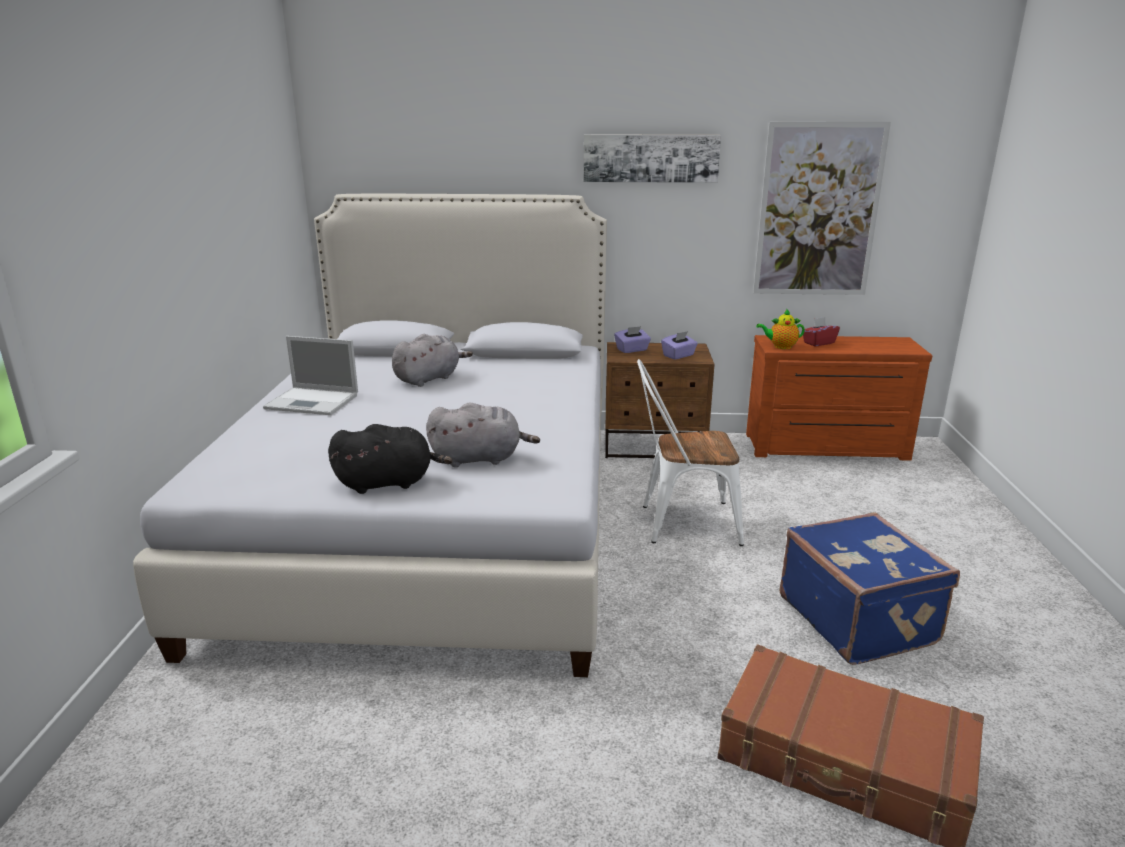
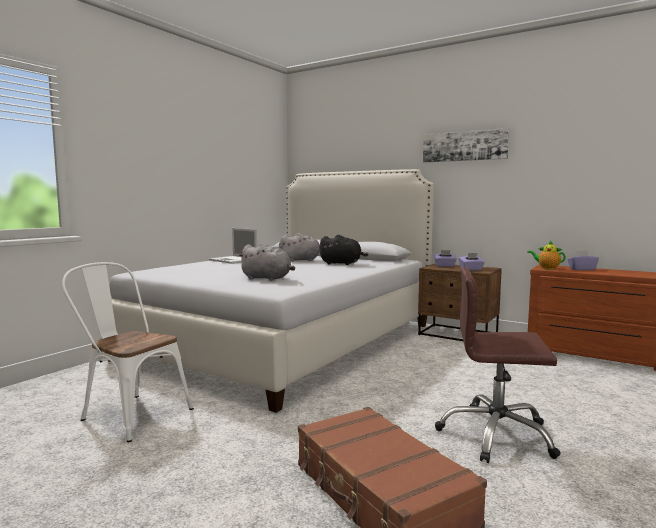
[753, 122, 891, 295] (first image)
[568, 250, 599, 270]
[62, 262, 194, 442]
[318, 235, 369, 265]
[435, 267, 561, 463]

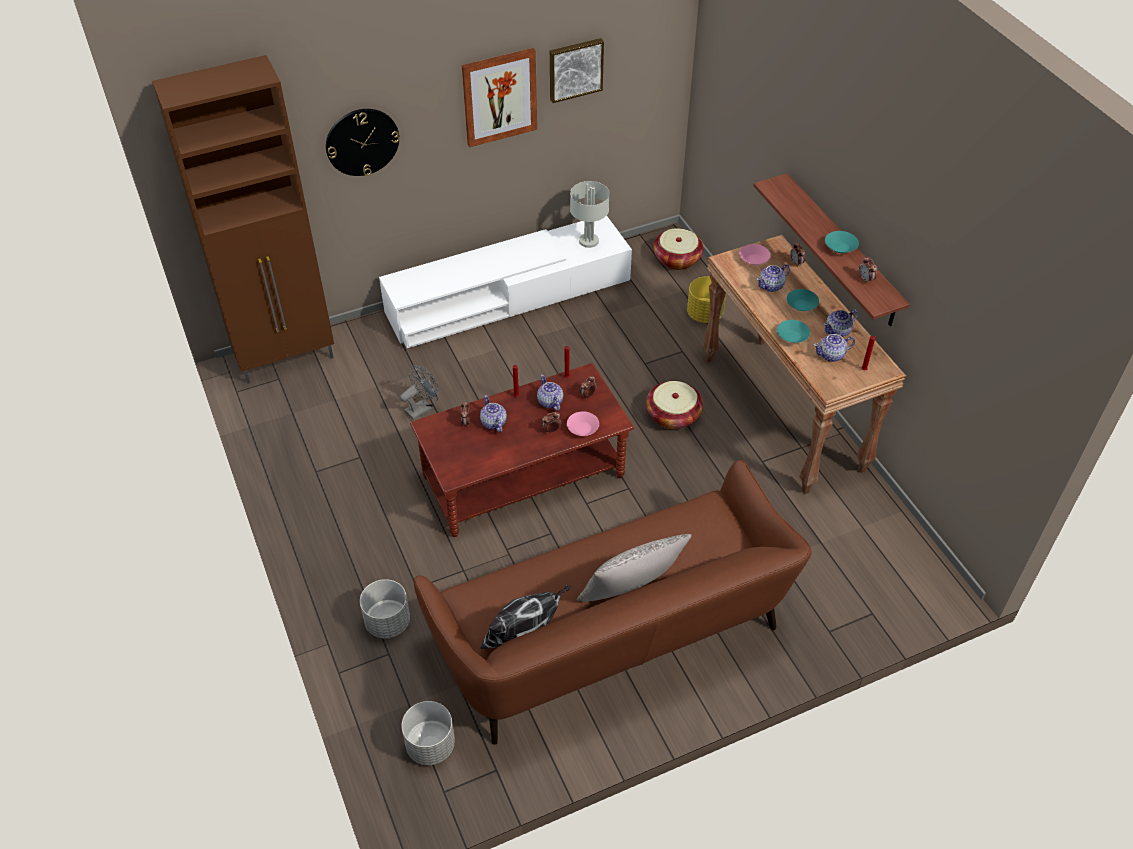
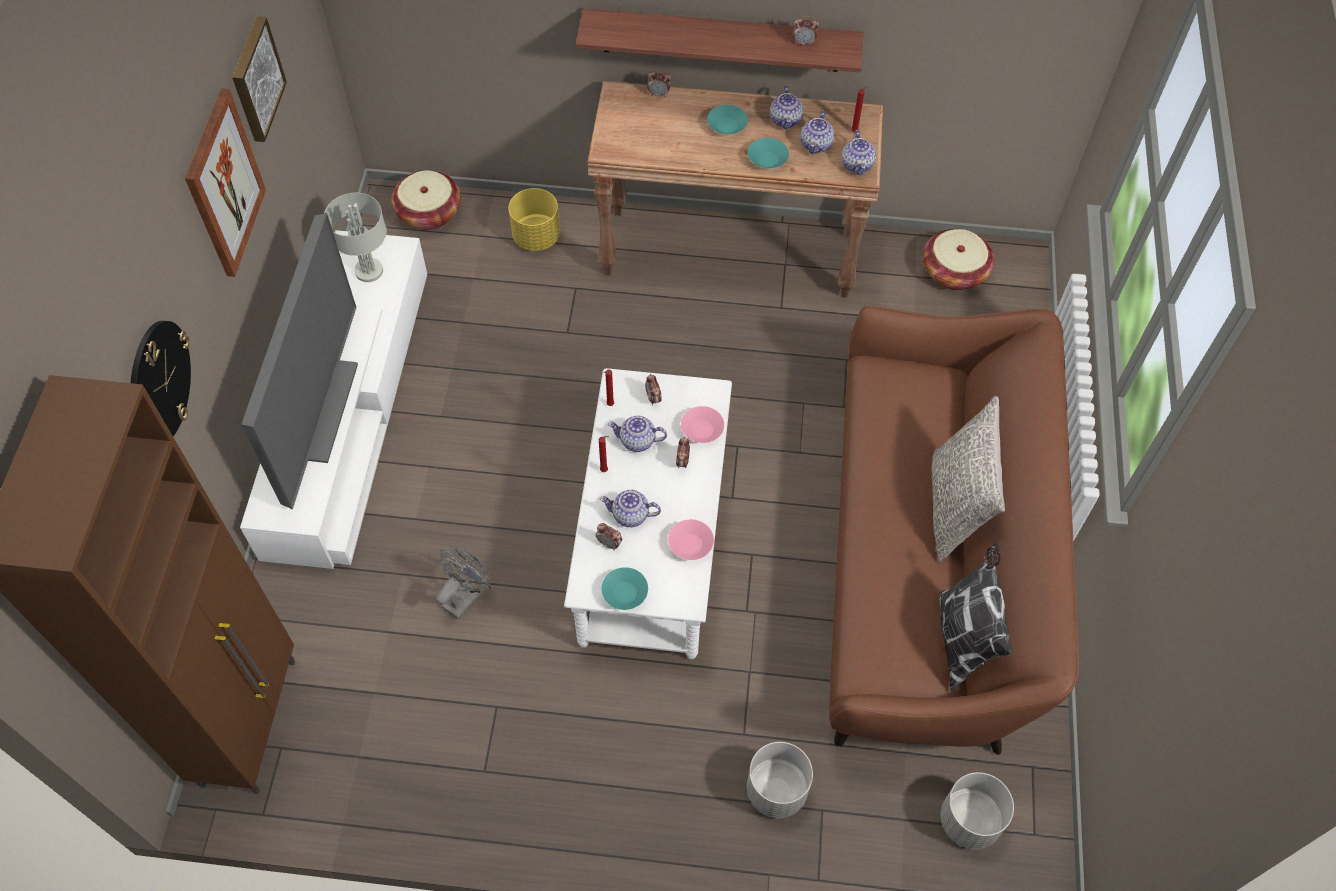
[601, 567, 648, 610]
[668, 519, 714, 560]
[842, 130, 876, 175]
[564, 368, 732, 659]
[436, 548, 491, 619]
[923, 229, 994, 290]
[241, 213, 358, 509]

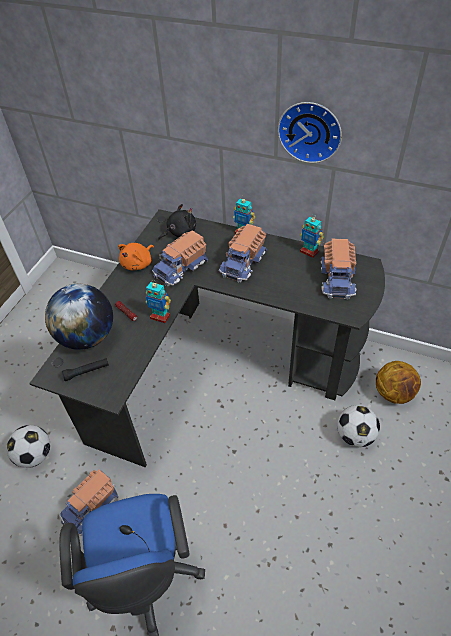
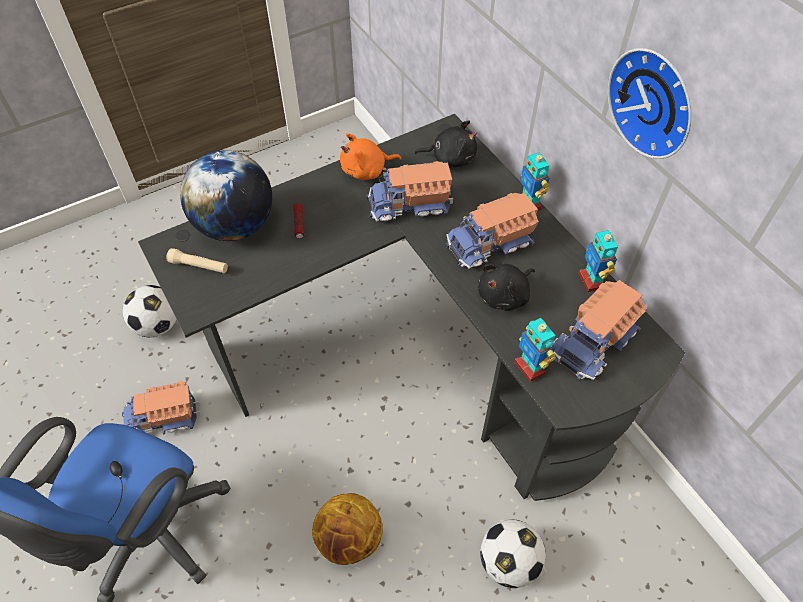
[514, 318, 556, 382]
[166, 248, 228, 273]
[312, 493, 383, 565]
[478, 264, 535, 311]

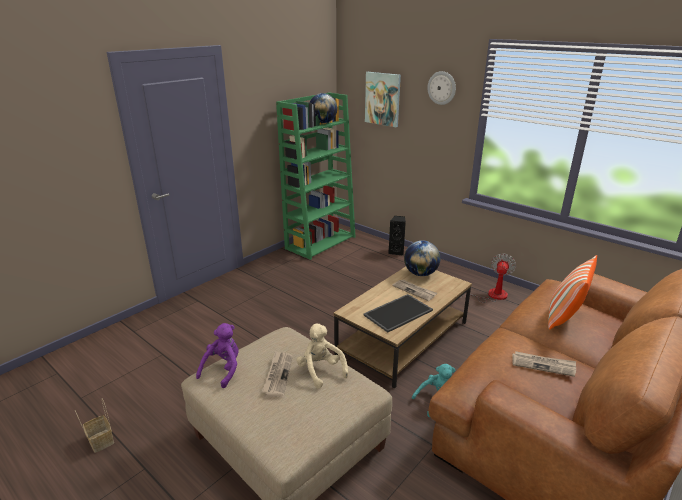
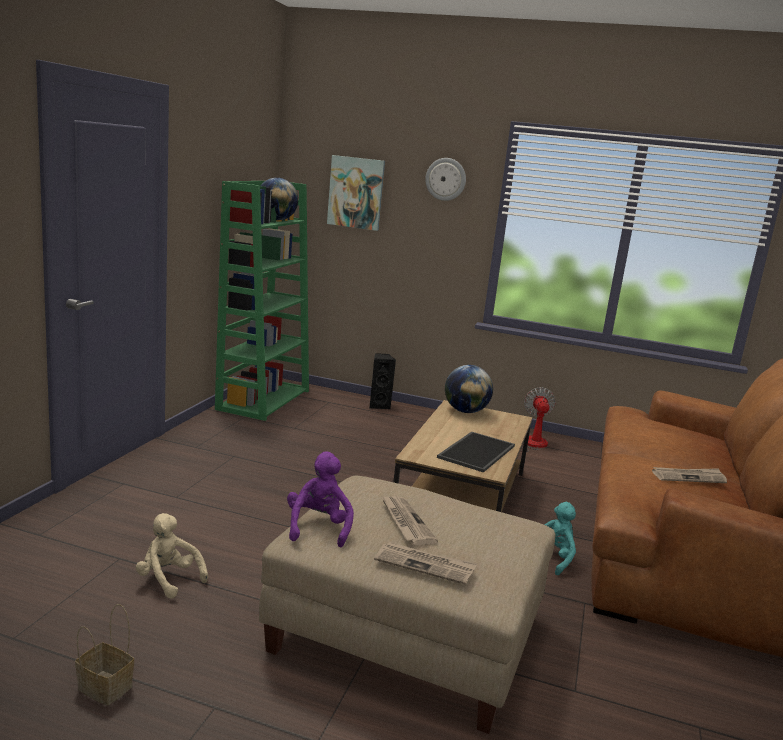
[548, 255, 597, 330] (first image)
[374, 542, 477, 585]
[136, 513, 208, 599]

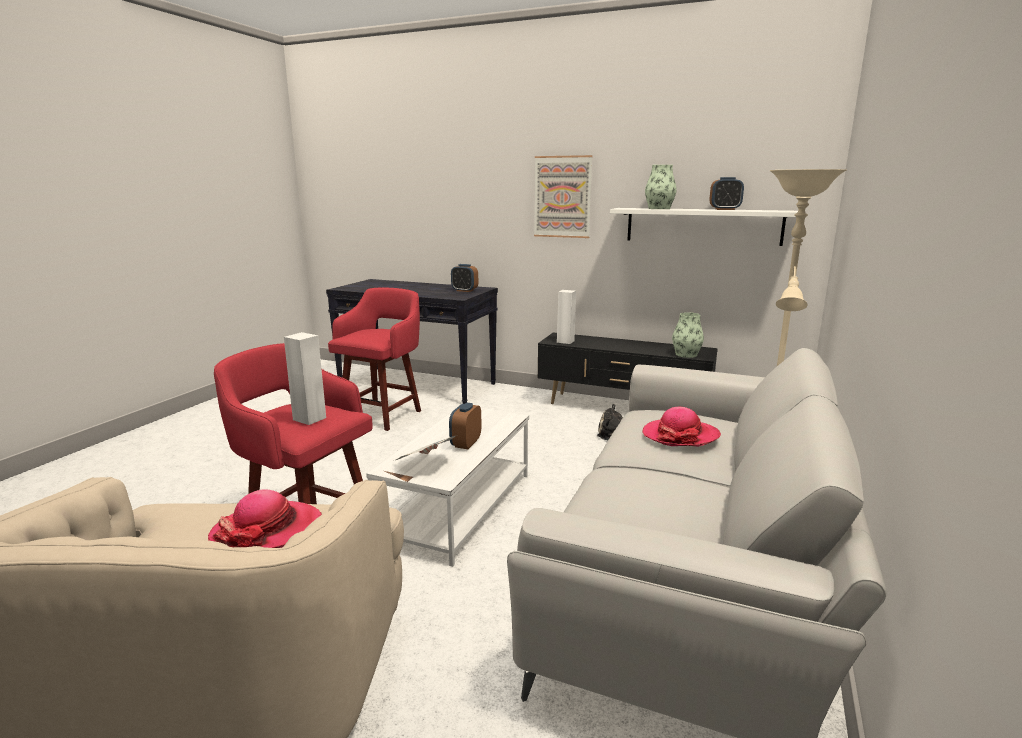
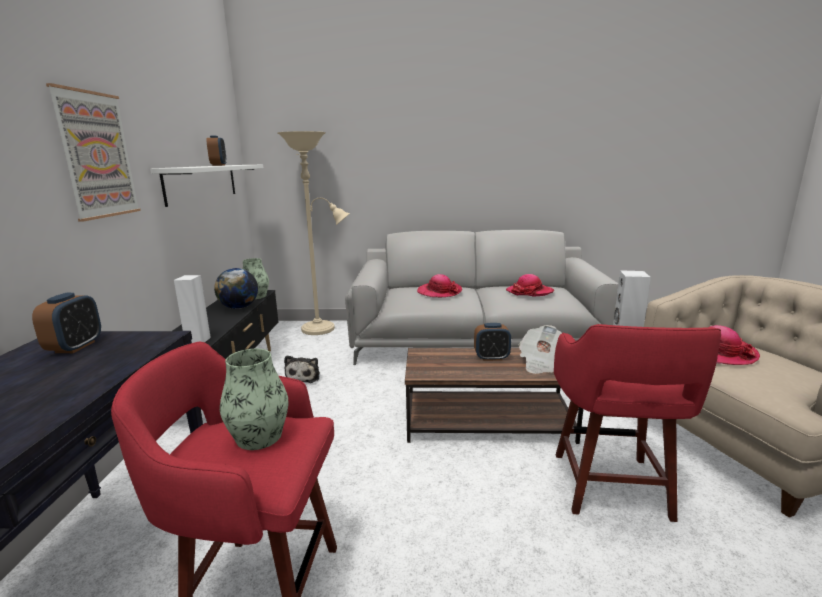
[220, 349, 289, 450]
[405, 348, 583, 444]
[214, 268, 258, 309]
[506, 274, 554, 296]

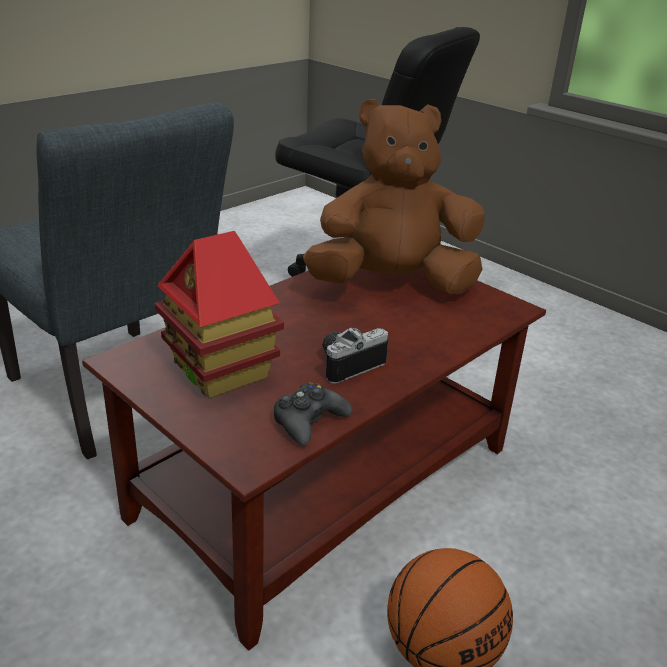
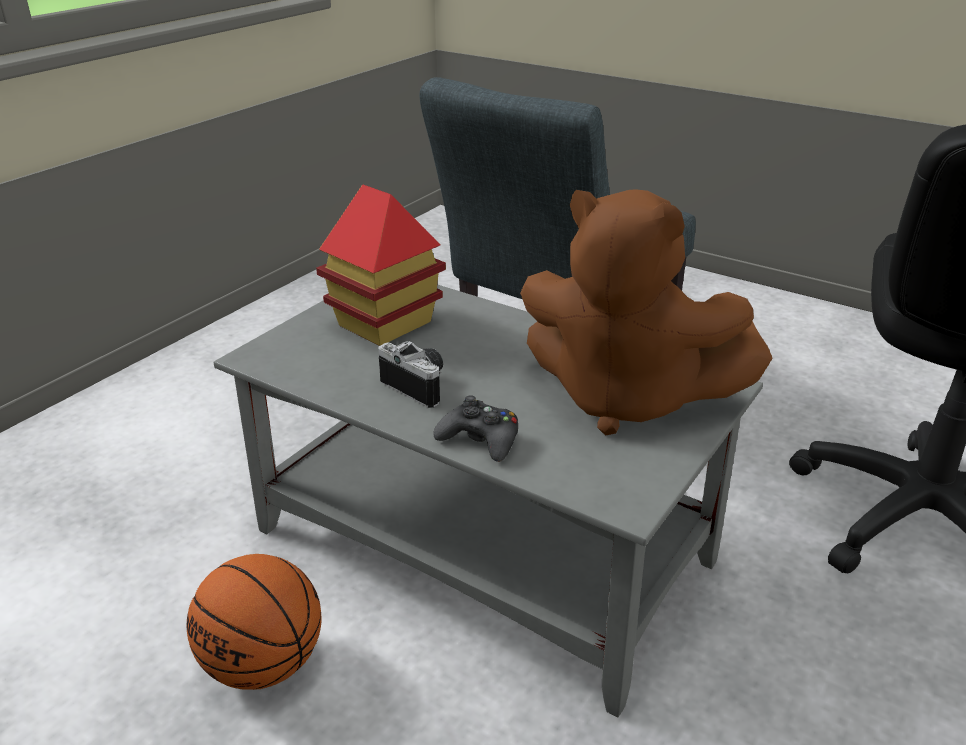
[520, 189, 773, 435]
[214, 285, 763, 717]
[433, 395, 518, 462]

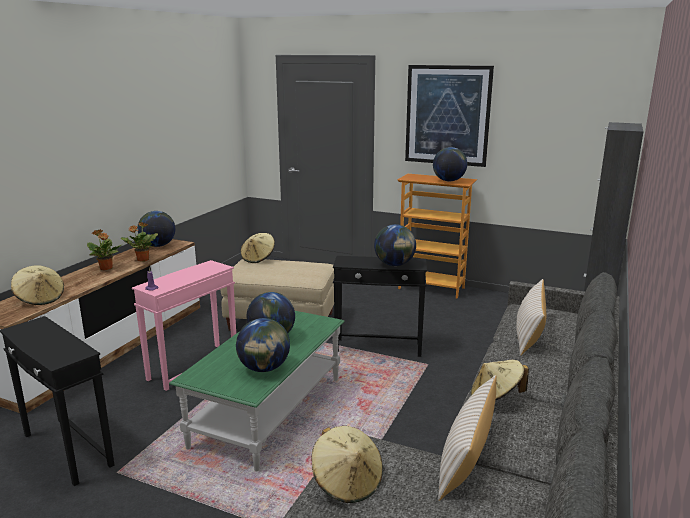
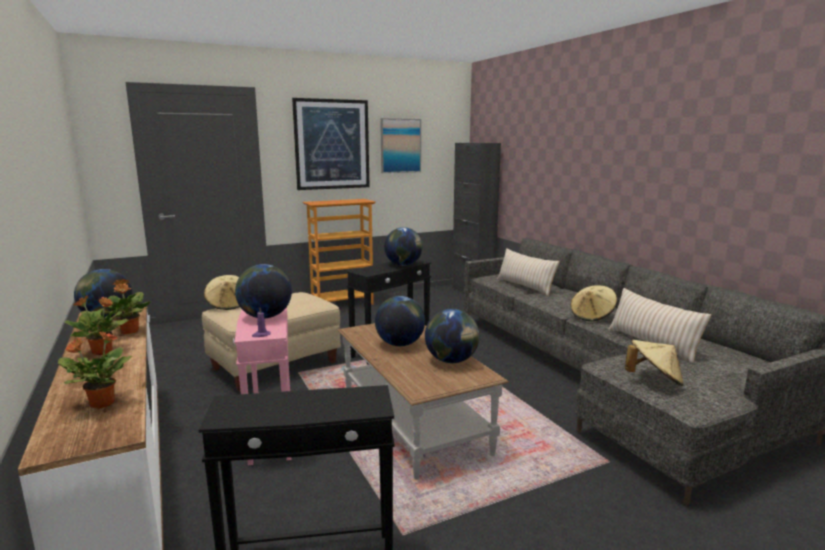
[235, 264, 292, 319]
[58, 331, 133, 409]
[338, 323, 509, 480]
[380, 118, 421, 173]

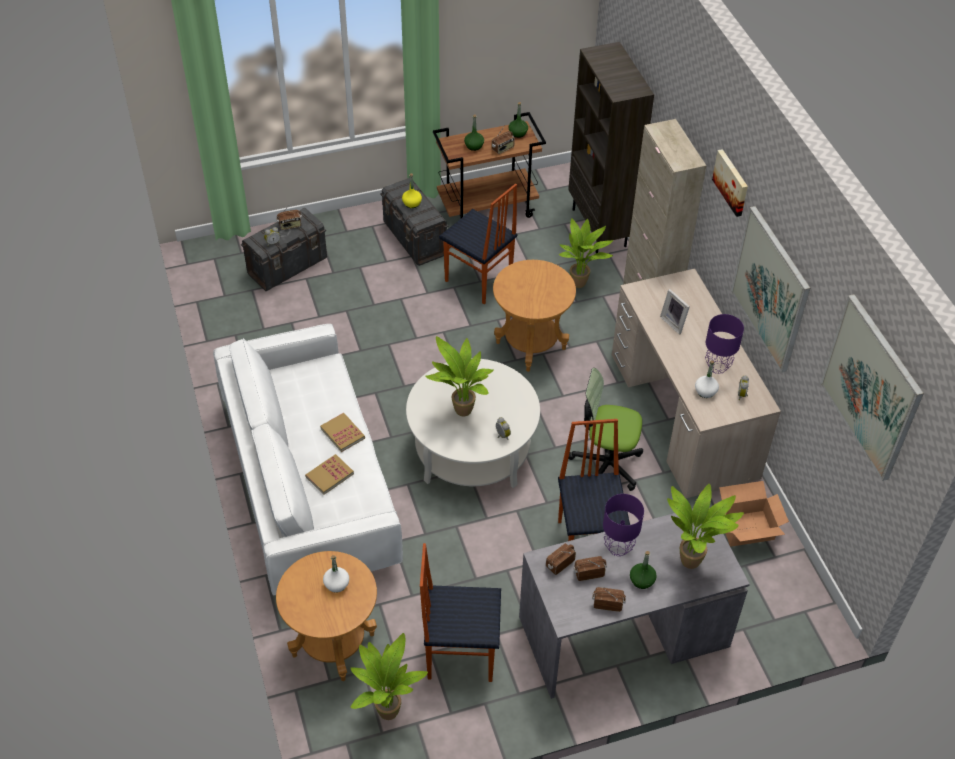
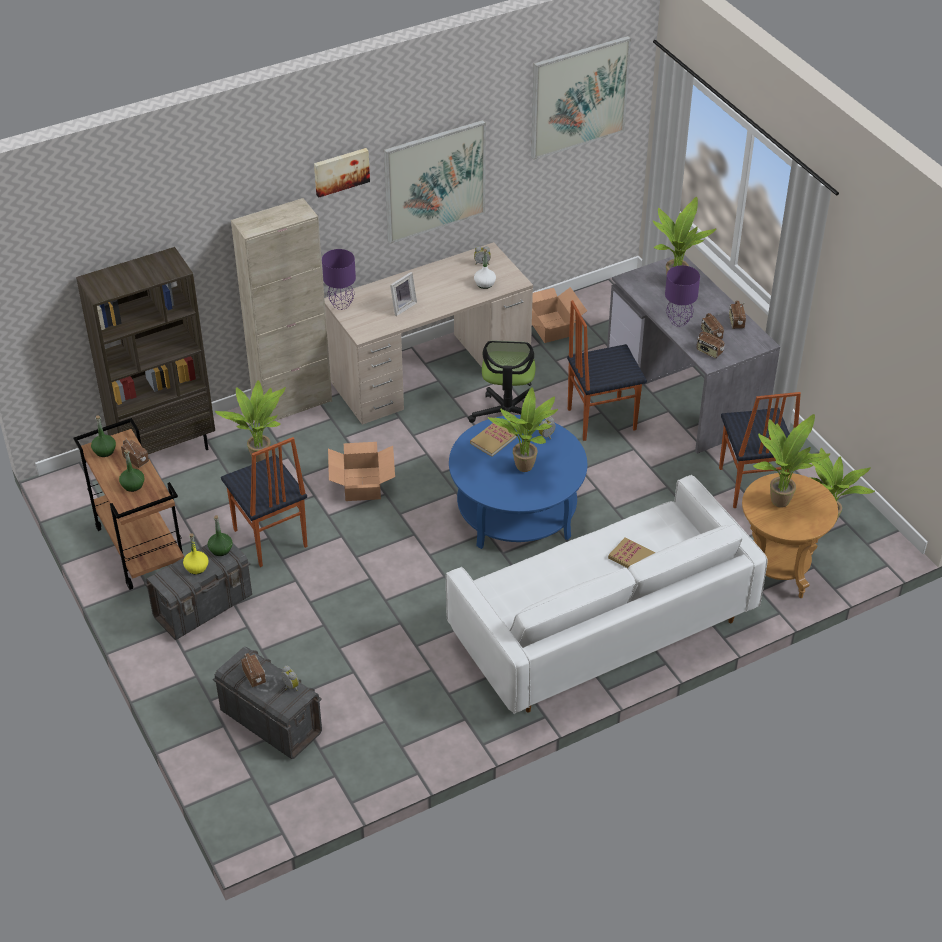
[221, 437, 308, 567]
[328, 442, 395, 501]
[322, 249, 356, 310]
[449, 415, 587, 549]
[470, 423, 517, 457]
[208, 515, 233, 556]
[753, 414, 831, 508]

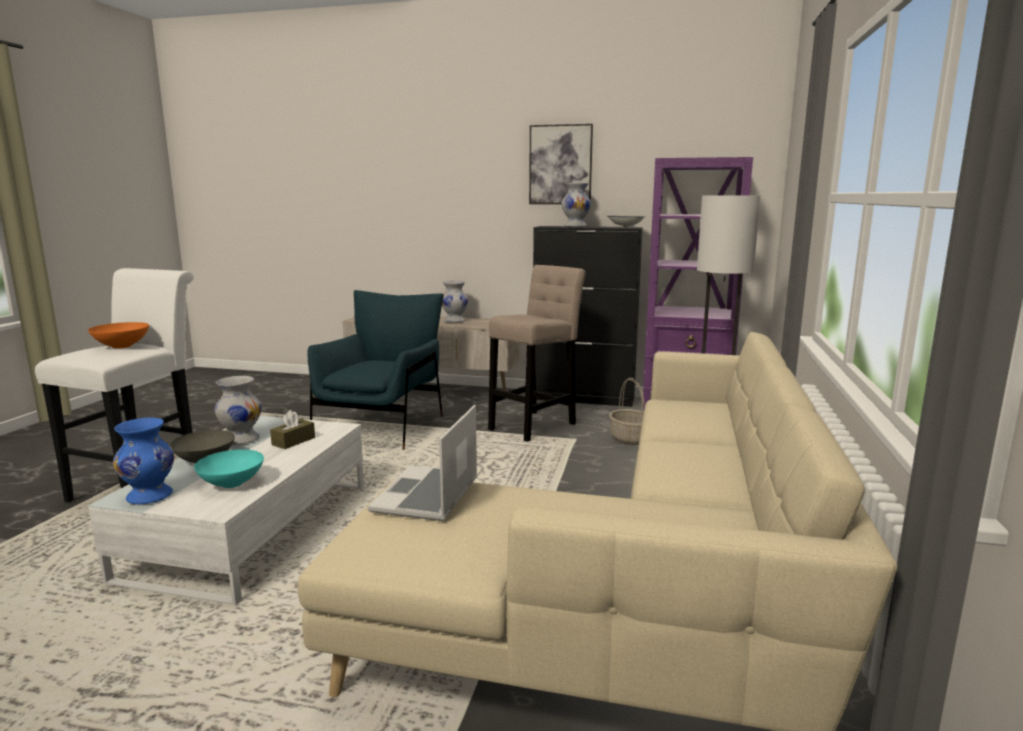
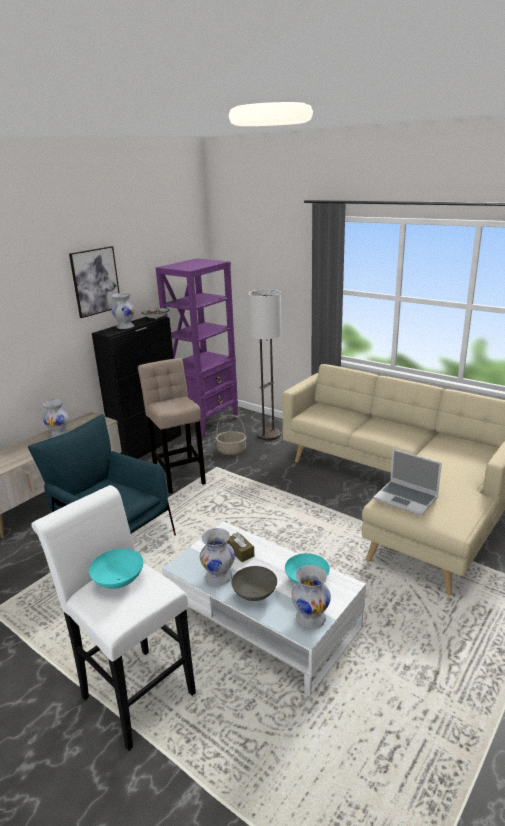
[89, 549, 143, 589]
[291, 565, 331, 629]

